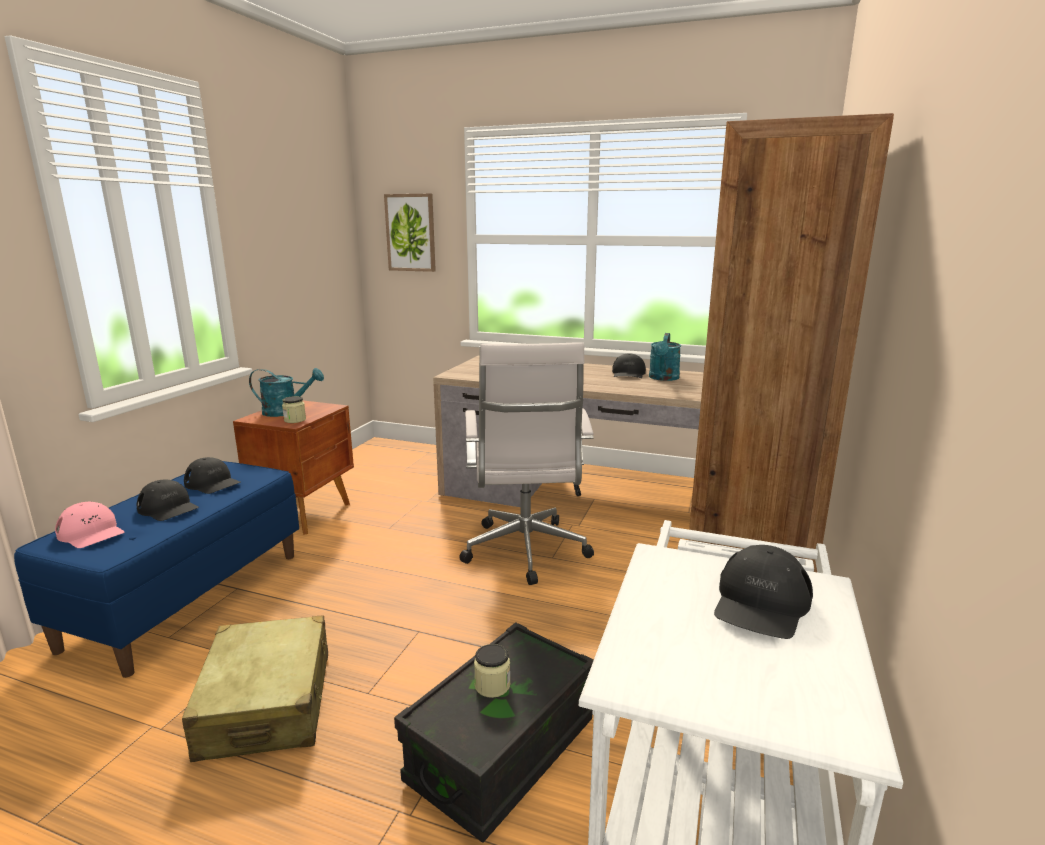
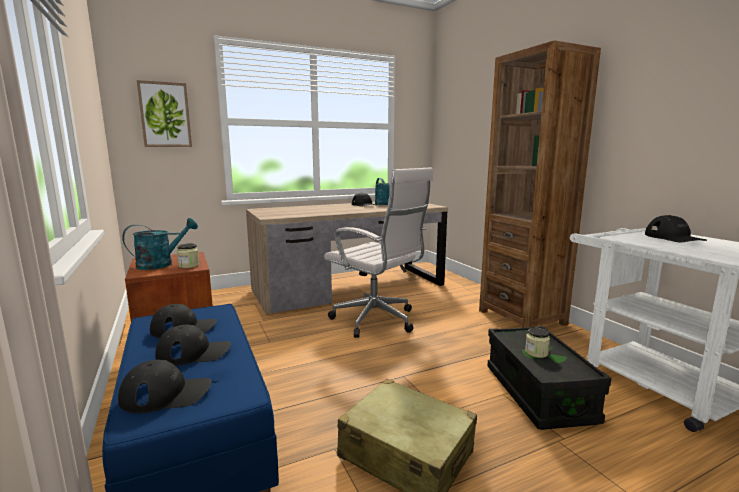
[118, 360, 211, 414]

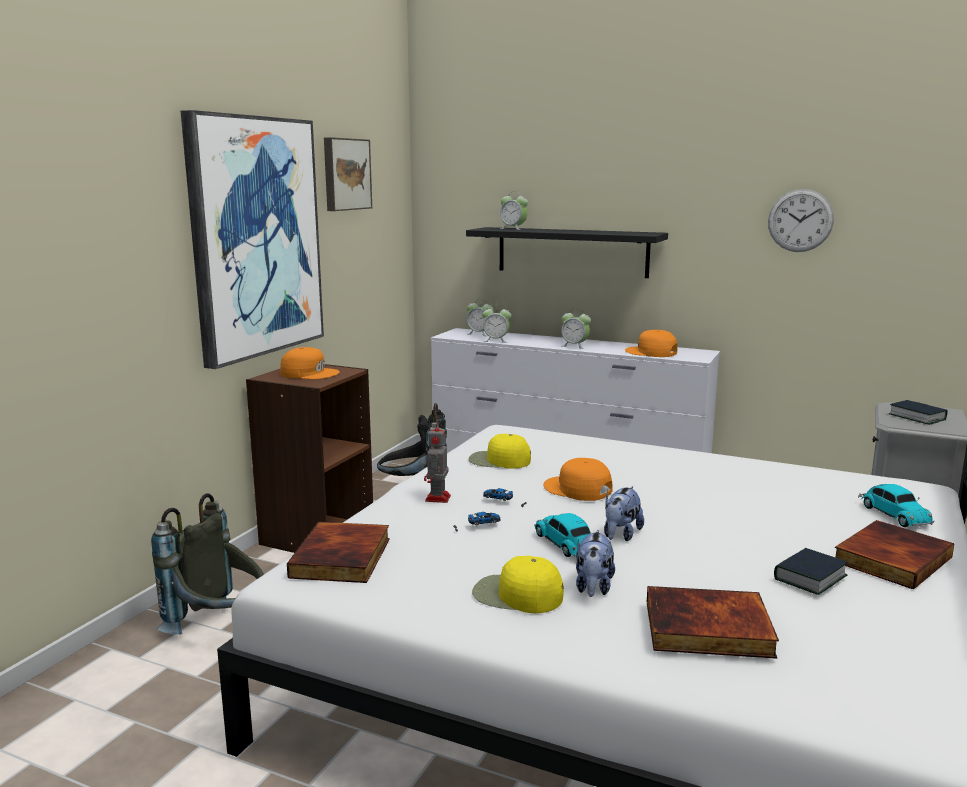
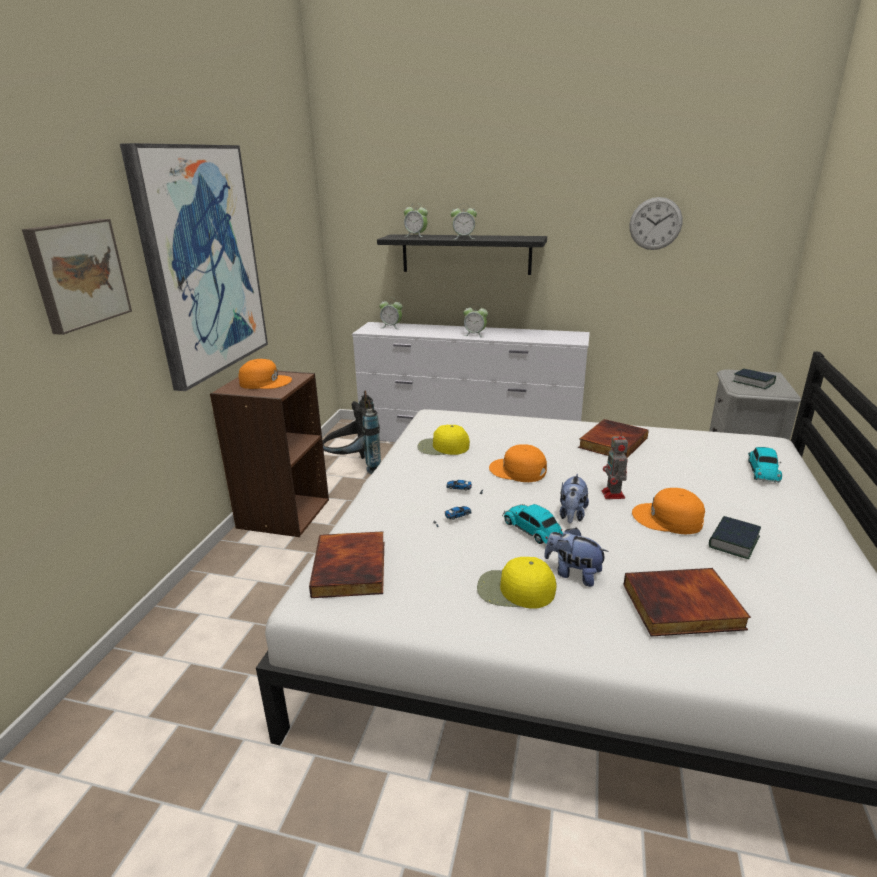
[22, 219, 132, 335]
[450, 206, 477, 239]
[632, 488, 705, 534]
[602, 431, 628, 499]
[748, 447, 782, 483]
[151, 493, 264, 634] (first image)
[578, 419, 649, 458]
[544, 527, 609, 587]

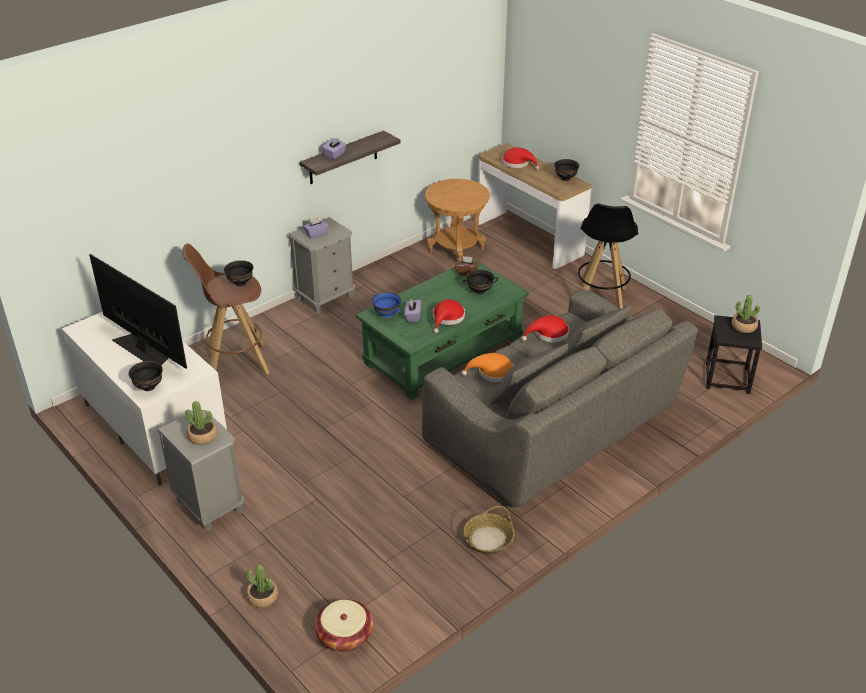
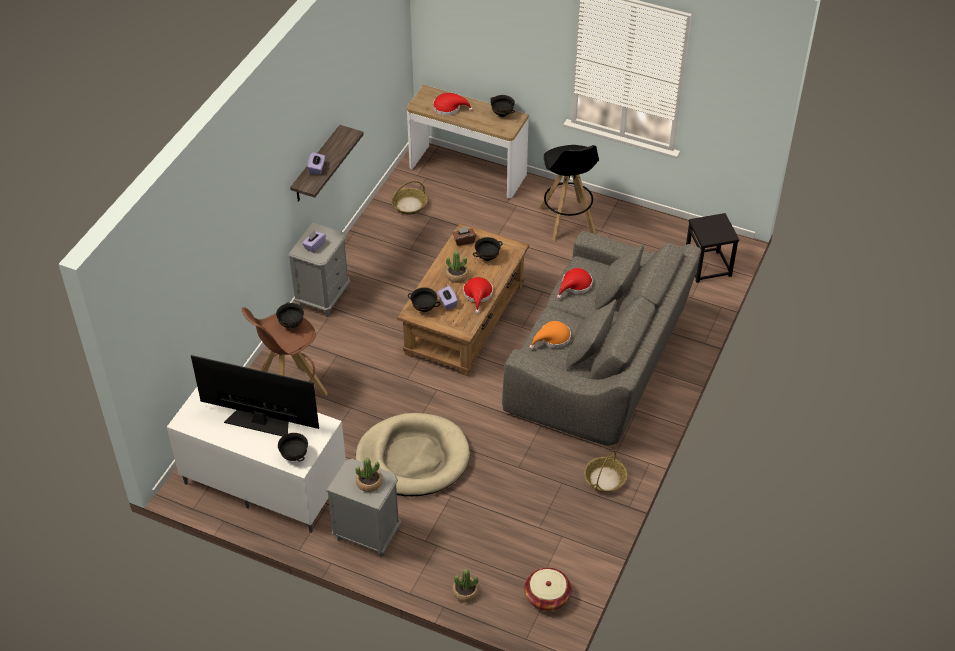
[391, 181, 427, 215]
[397, 223, 529, 376]
[408, 287, 441, 312]
[446, 251, 469, 283]
[356, 413, 470, 496]

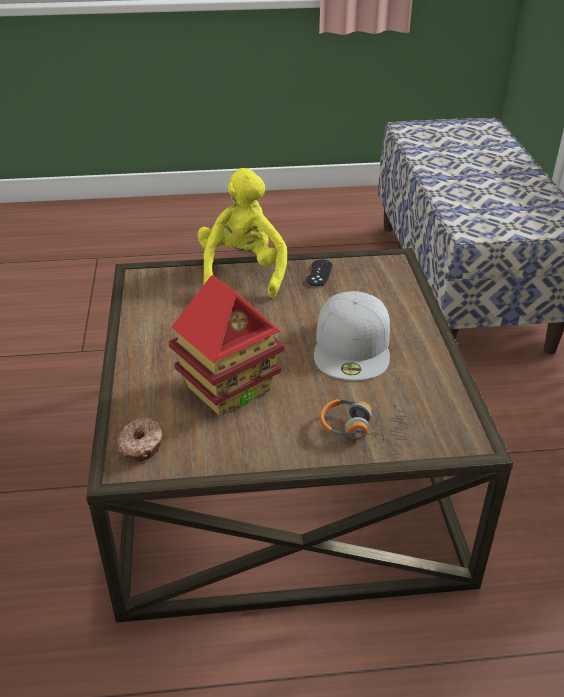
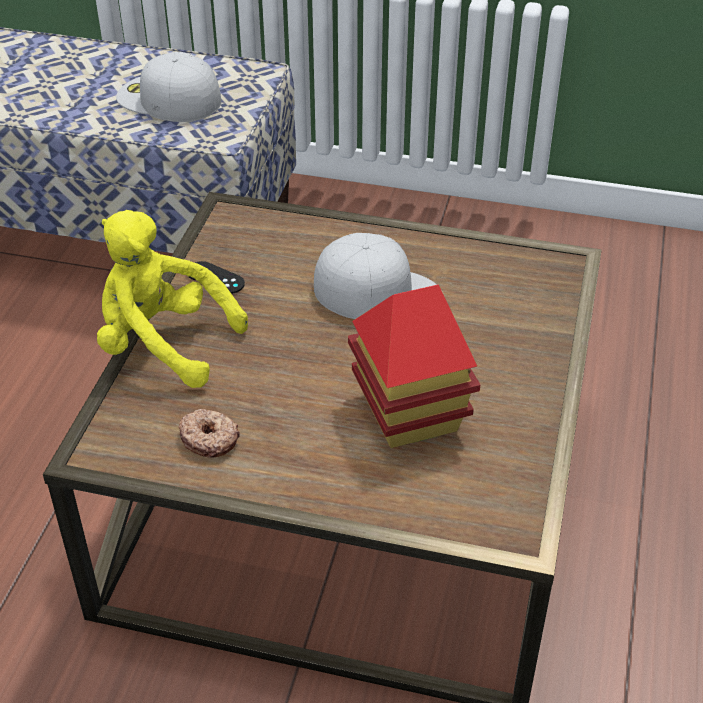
[320, 399, 409, 455] (first image)
[179, 409, 240, 458]
[116, 52, 221, 122]

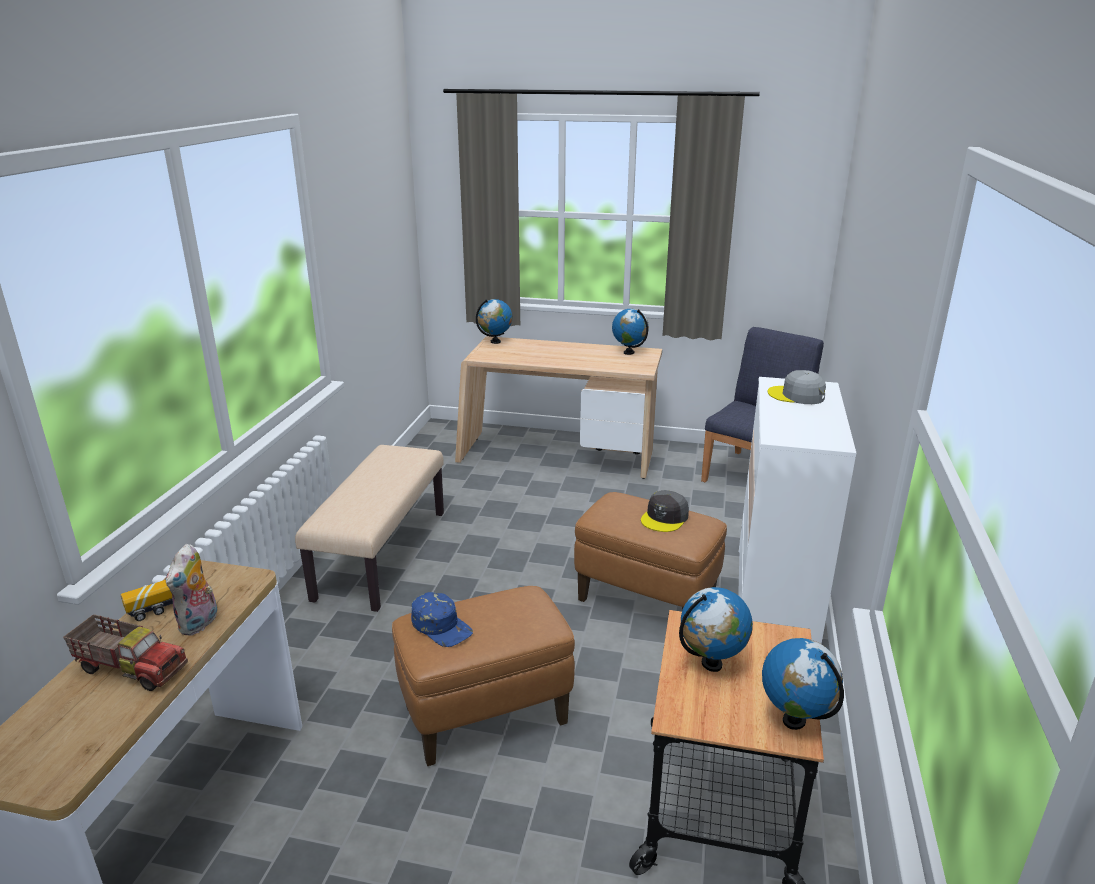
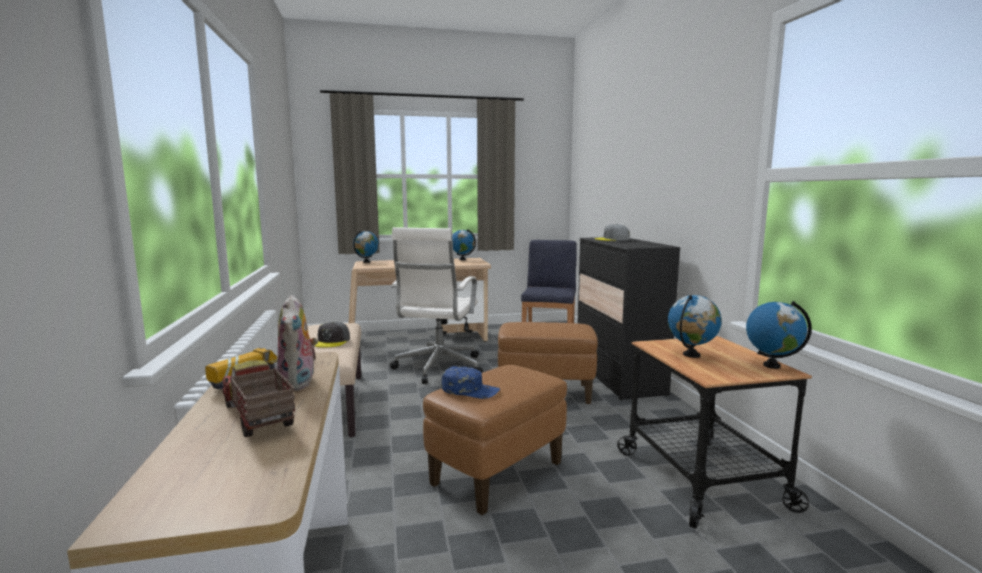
[577, 237, 680, 400]
[314, 322, 350, 348]
[222, 360, 295, 437]
[390, 227, 483, 384]

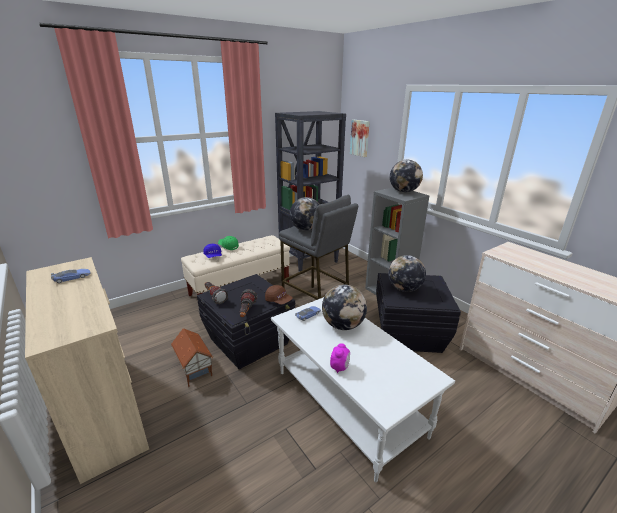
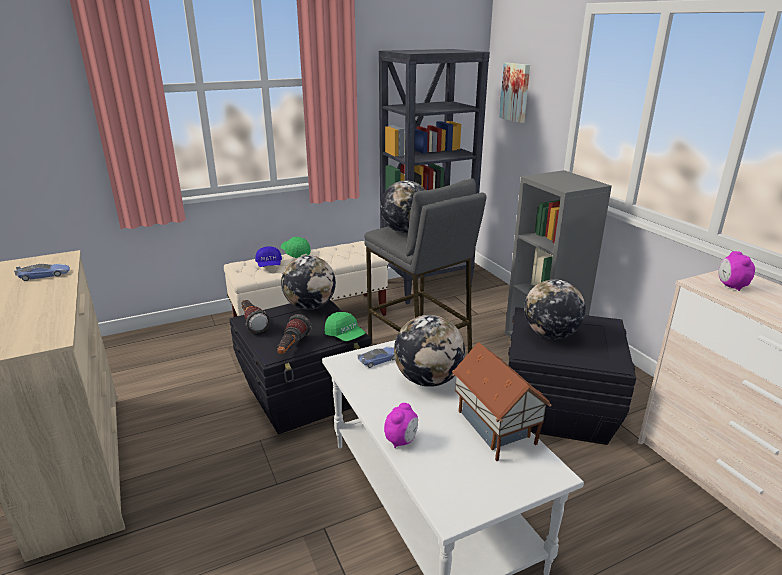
[281, 256, 336, 310]
[325, 312, 366, 341]
[452, 342, 552, 461]
[718, 251, 755, 291]

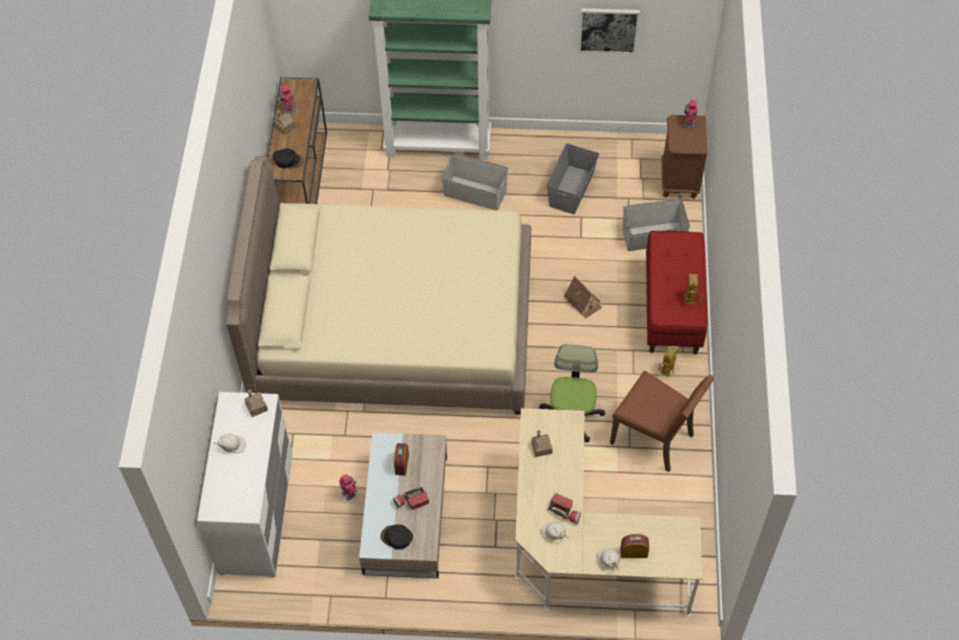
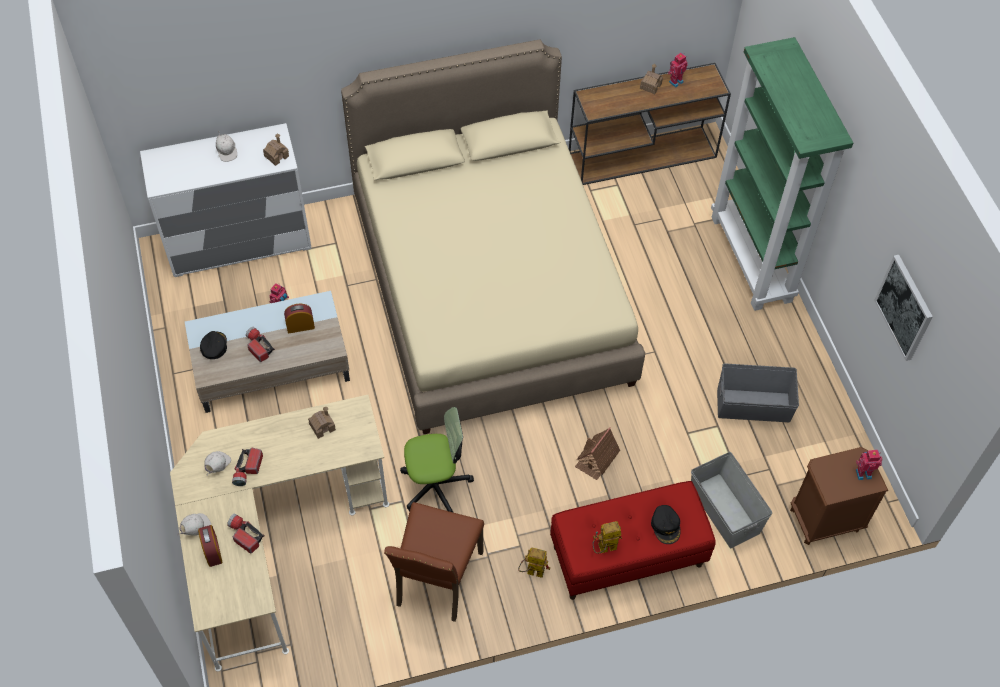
[651, 505, 681, 544]
[441, 153, 508, 210] (first image)
[227, 514, 265, 553]

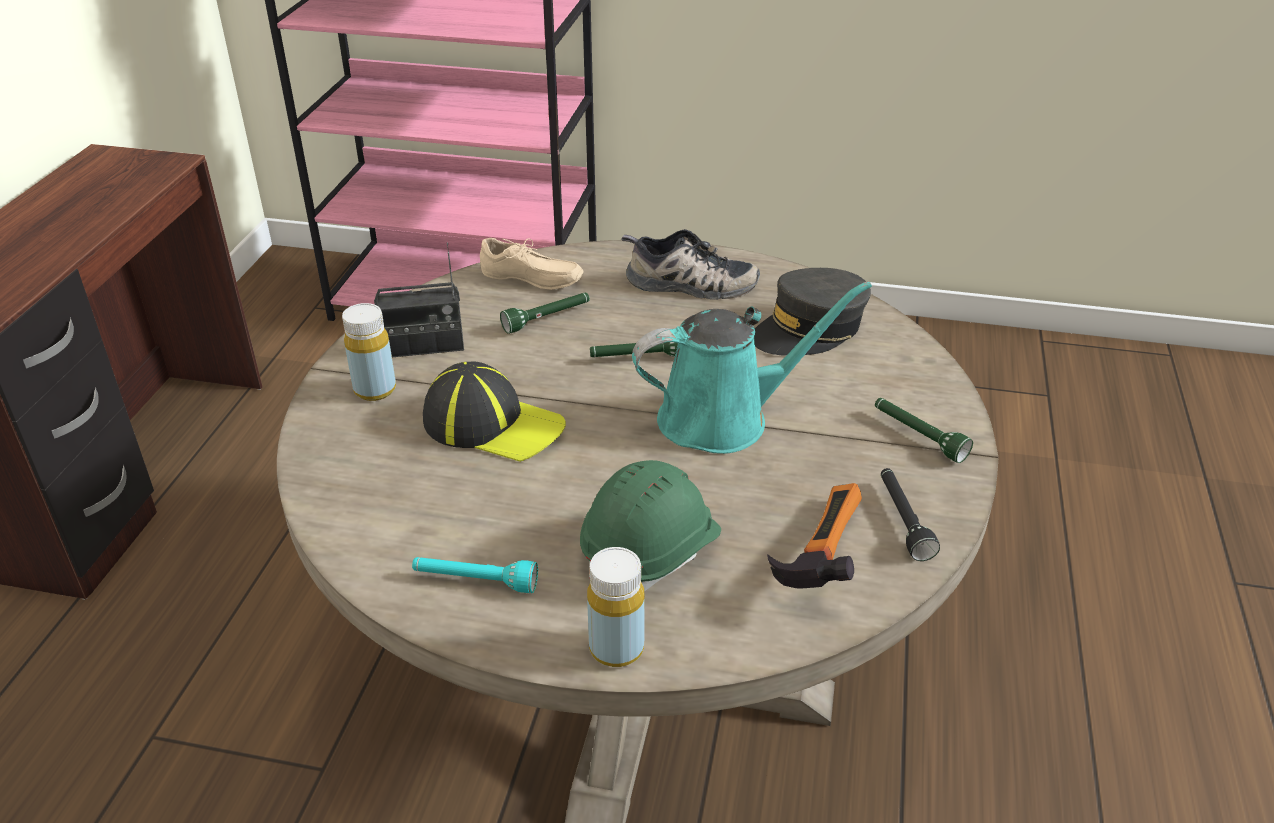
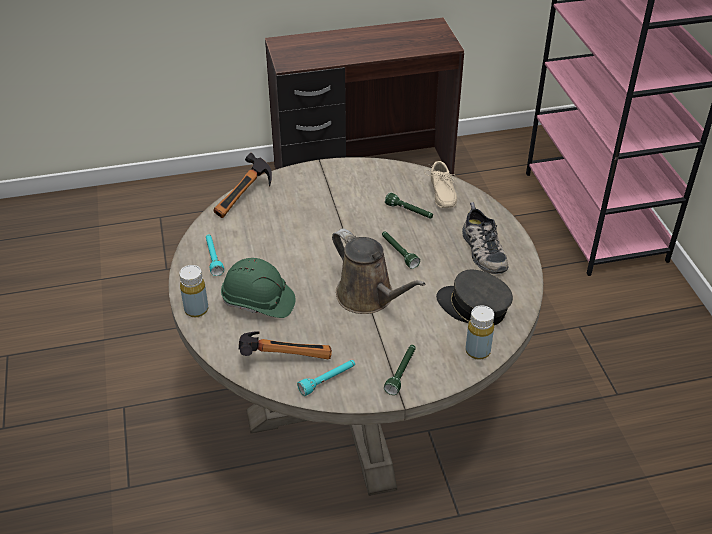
[374, 242, 464, 357] (first image)
[332, 228, 425, 314]
[466, 306, 494, 360]
[423, 361, 566, 462] (first image)
[297, 360, 355, 396]
[213, 153, 272, 218]

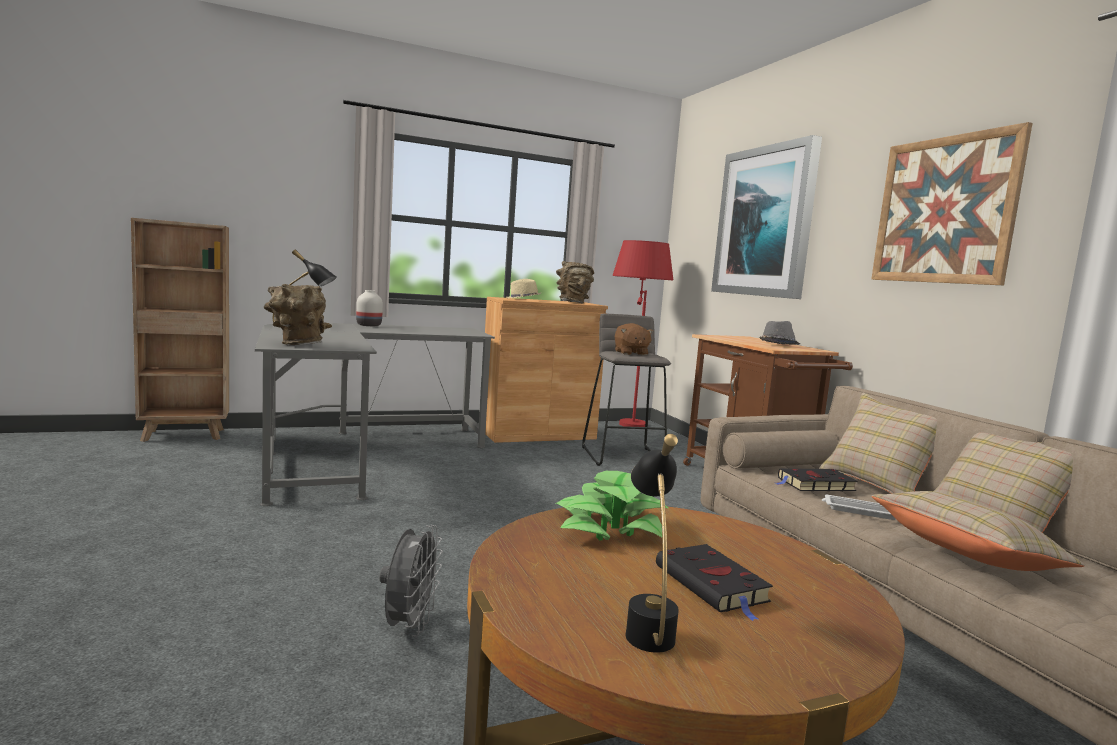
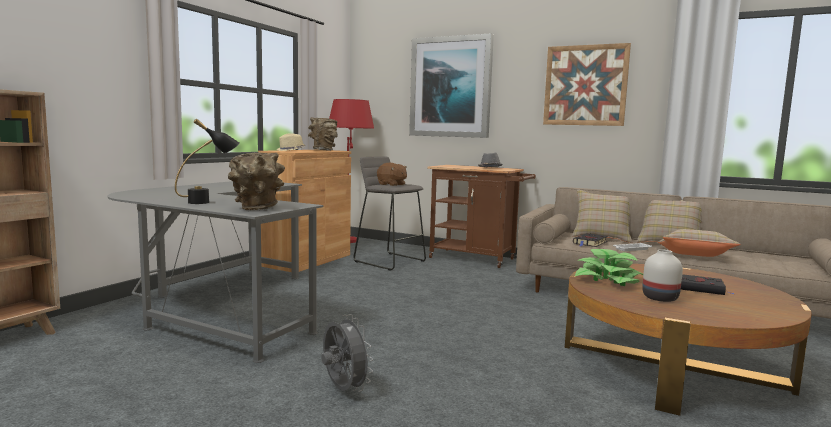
[642, 249, 683, 302]
[625, 434, 679, 653] (first image)
[321, 314, 373, 392]

